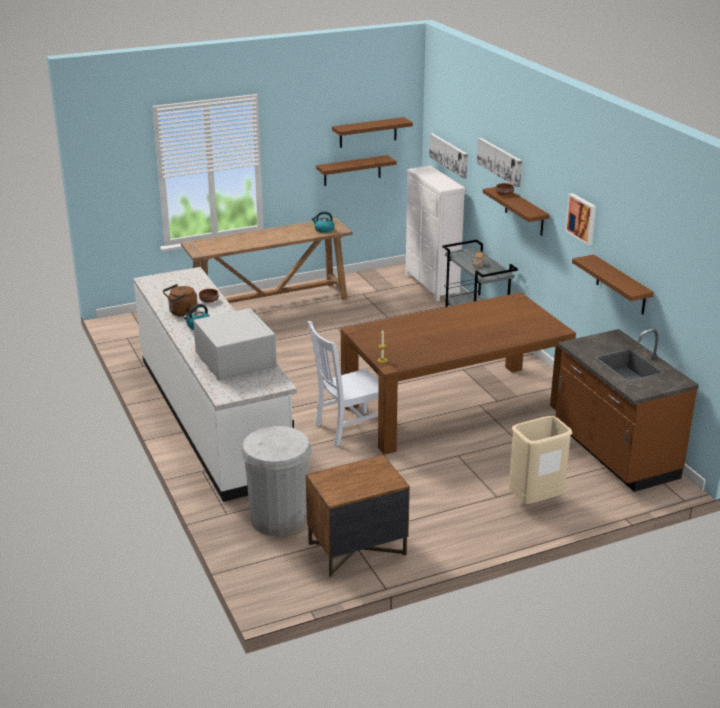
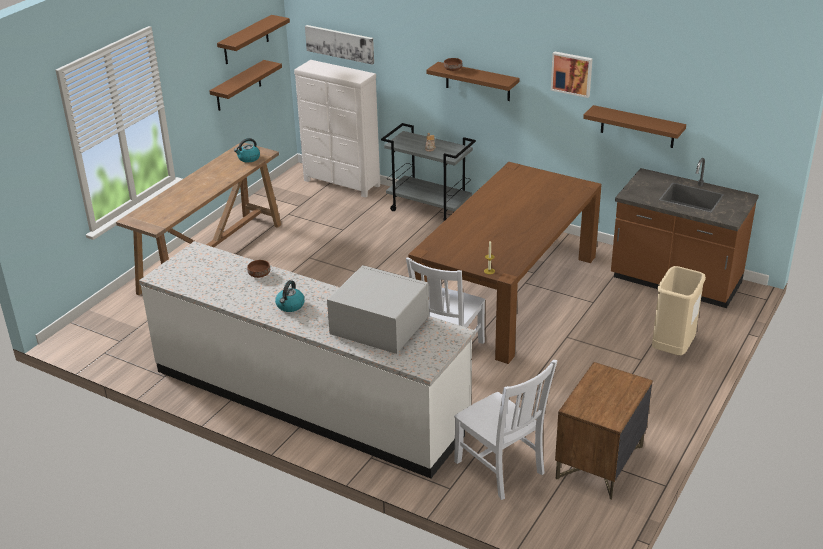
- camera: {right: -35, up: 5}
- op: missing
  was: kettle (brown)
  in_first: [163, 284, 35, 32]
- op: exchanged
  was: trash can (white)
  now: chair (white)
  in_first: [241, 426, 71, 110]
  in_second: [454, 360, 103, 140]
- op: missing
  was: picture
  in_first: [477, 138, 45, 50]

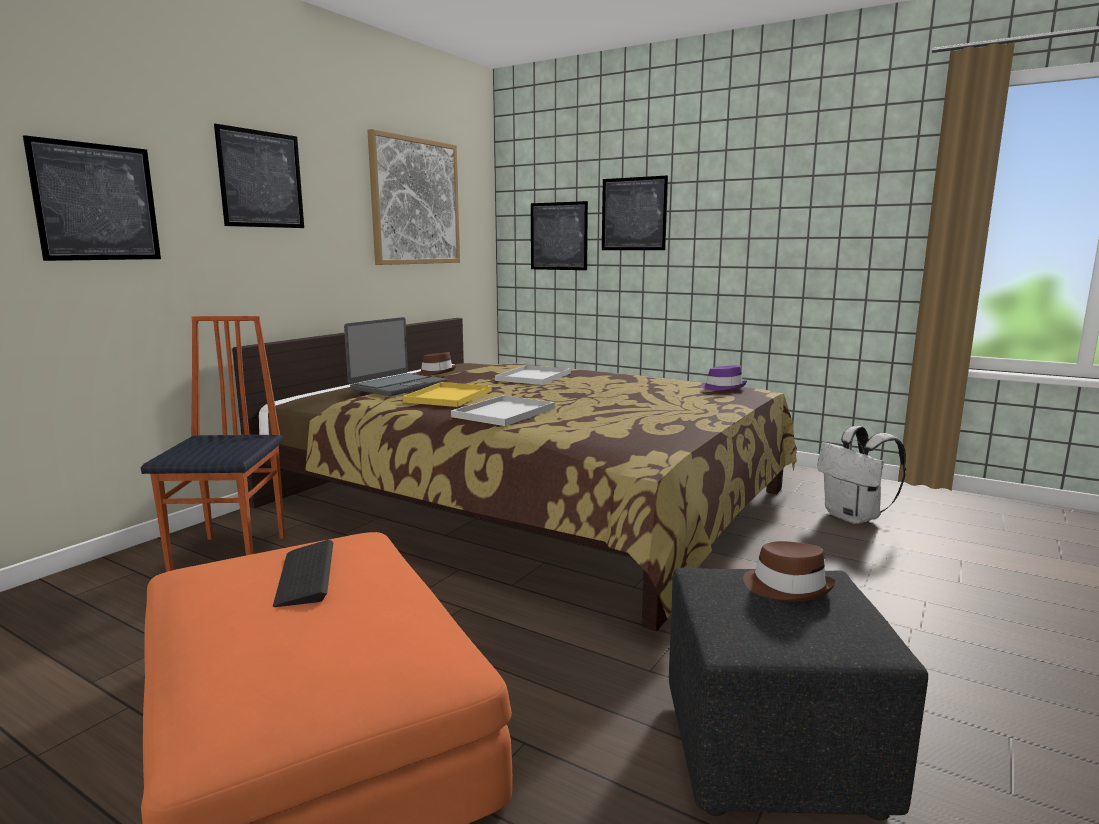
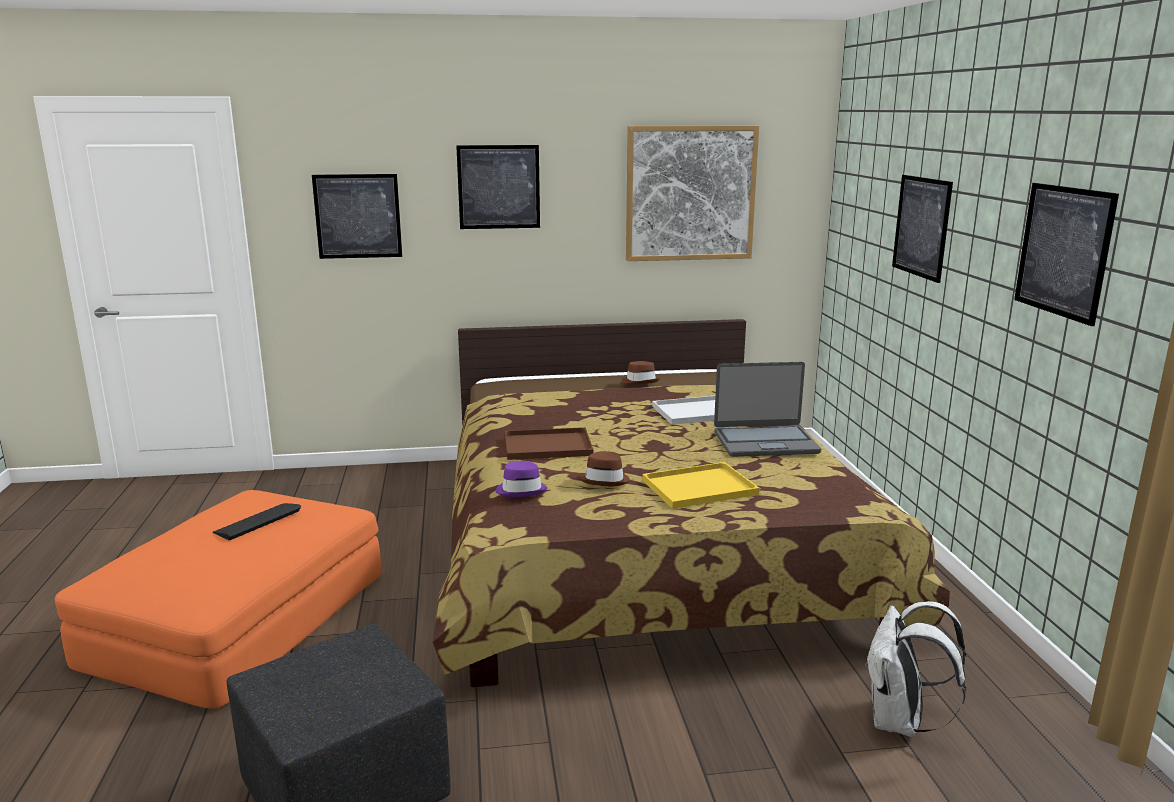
- camera: {right: 50, up: 5}
- op: missing
  was: chair
  in_first: [141, 316, 144, 256]
- op: relocated
  was: laptop
  in_first: [344, 317, 104, 79]
  in_second: [714, 362, 107, 95]
- op: relocated
  was: tray (yellow)
  in_first: [402, 382, 90, 25]
  in_second: [642, 462, 118, 47]
- op: colour
  was: tray (white)
  now: tray (brown)
  in_first: [451, 395, 104, 31]
  in_second: [505, 427, 89, 33]
- op: relocated
  was: picture
  in_first: [531, 201, 57, 69]
  in_second: [1014, 183, 105, 143]
- op: relocated
  was: hat (purple)
  in_first: [700, 365, 47, 26]
  in_second: [495, 461, 53, 36]
- op: relocated
  was: hat (brown)
  in_first: [743, 541, 92, 61]
  in_second: [579, 451, 51, 35]

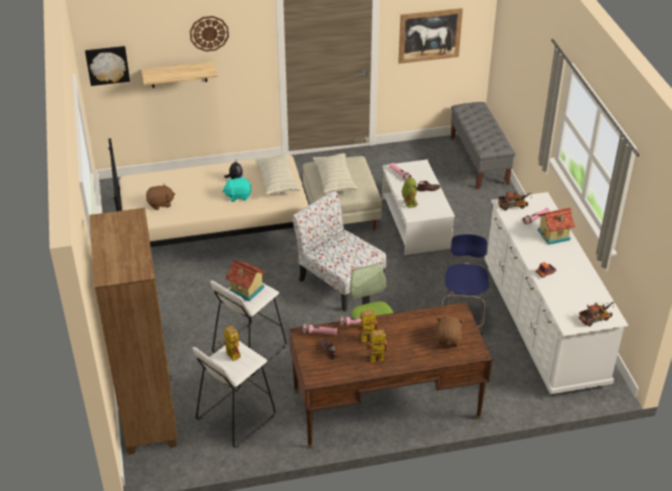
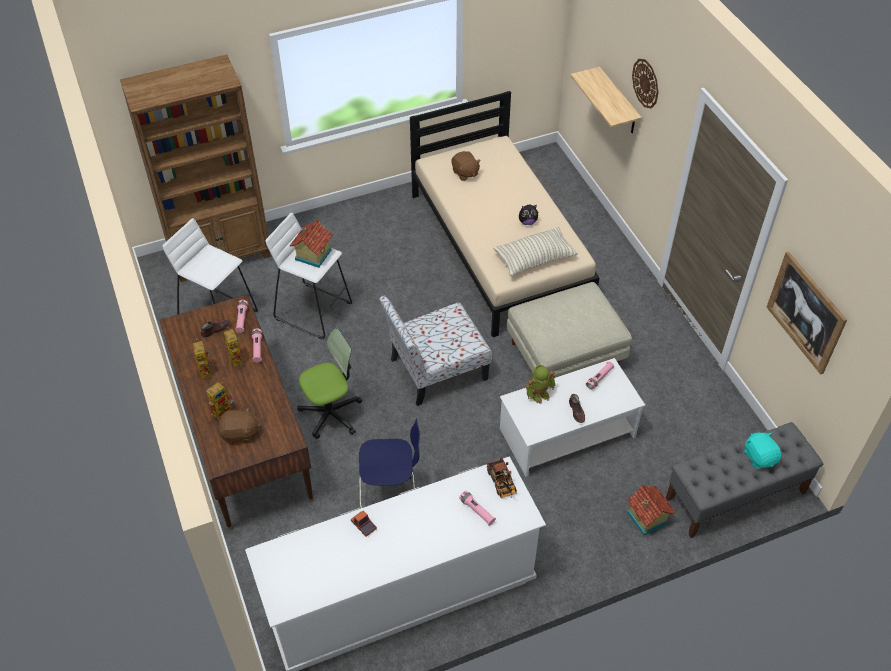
- camera: {right: 80, up: 10}
- op: missing
  was: picture
  in_first: [85, 46, 45, 40]
- op: relocated
  was: toy robot
  in_first: [218, 324, 23, 37]
  in_second: [207, 382, 27, 38]
- op: relocated
  was: plush toy (turquoise)
  in_first: [223, 177, 29, 25]
  in_second: [744, 432, 37, 37]
- op: spun
  was: chair
  in_first: [292, 190, 95, 121]
  in_second: [379, 296, 113, 110]
  clockwise: -150
- op: missing
  was: pillow
  in_first: [313, 153, 45, 40]
- op: relocated
  was: toy house
  in_first: [538, 207, 37, 38]
  in_second: [627, 484, 49, 51]
- op: missing
  was: toy truck
  in_first: [579, 302, 35, 25]

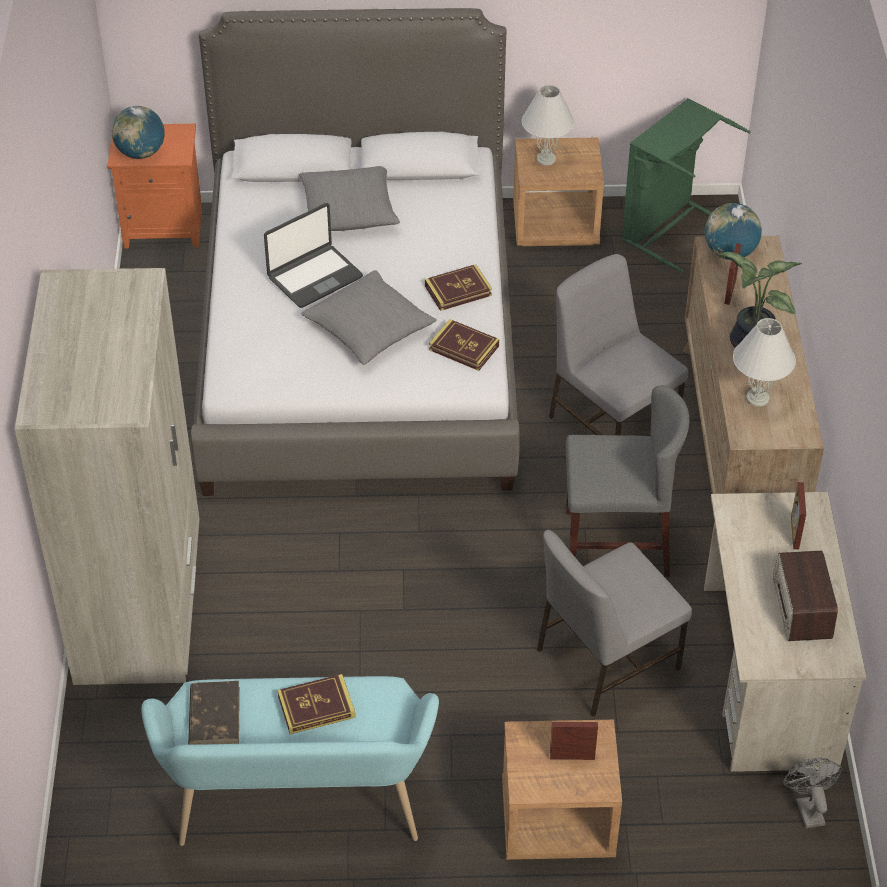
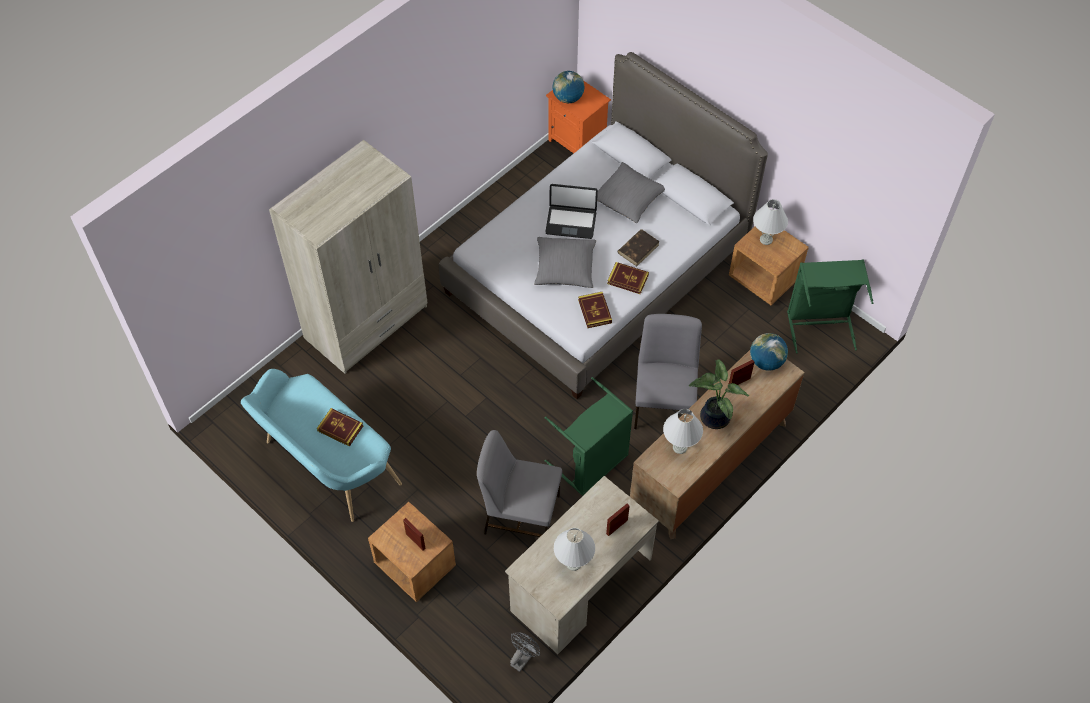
- camera: {right: 45, up: 10}
- op: relocated
  was: book (brown)
  in_first: [188, 681, 52, 64]
  in_second: [617, 229, 43, 37]
- op: exchanged
  was: chair (grey)
  now: laundry basket (green)
  in_first: [566, 385, 123, 192]
  in_second: [545, 377, 88, 119]
- op: exchanged
  was: radio
  now: table lamp (white)
  in_first: [773, 551, 65, 90]
  in_second: [554, 528, 41, 43]

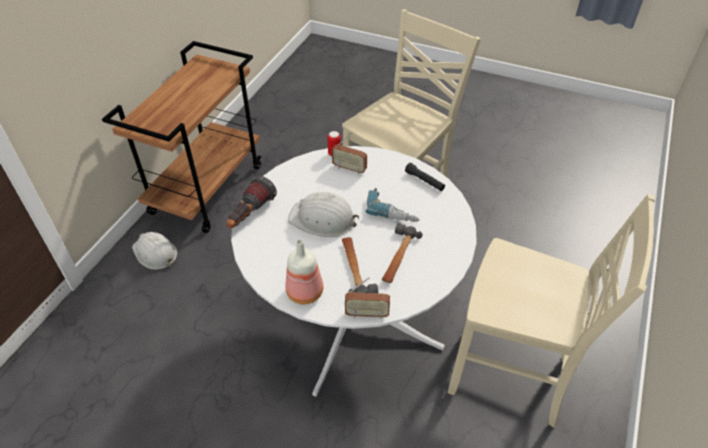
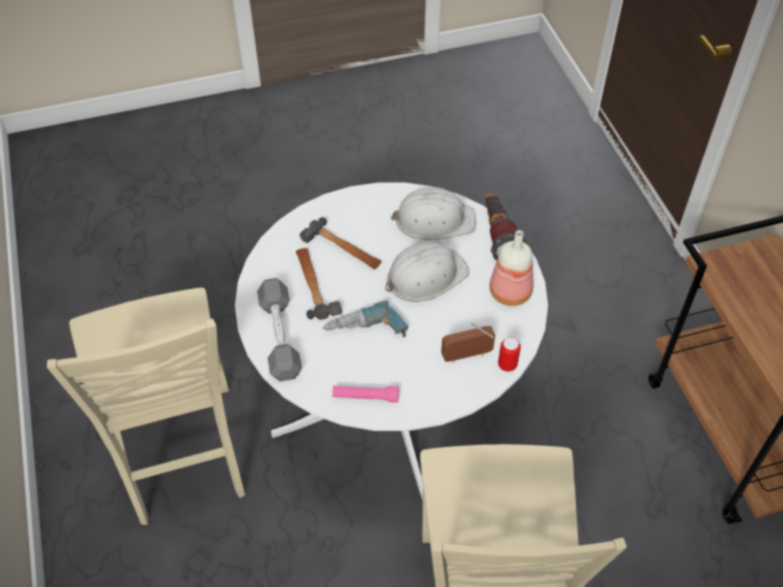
- camera: {right: 140, up: 5}
- op: relocated
  was: hard hat (white)
  in_first: [132, 232, 45, 38]
  in_second: [391, 187, 85, 53]
- op: relocated
  was: bottle
  in_first: [285, 239, 38, 65]
  in_second: [489, 230, 45, 76]
- op: missing
  was: radio
  in_first: [345, 277, 45, 42]
- op: colour
  was: flashlight (black)
  now: flashlight (pink)
  in_first: [405, 163, 40, 28]
  in_second: [332, 386, 67, 17]
- op: spun
  was: chair (beige)
  in_first: [448, 194, 207, 233]
  in_second: [47, 288, 198, 237]
  clockwise: -90
- op: appeared
  now: dumbbell (grey)
  in_second: [257, 278, 45, 103]

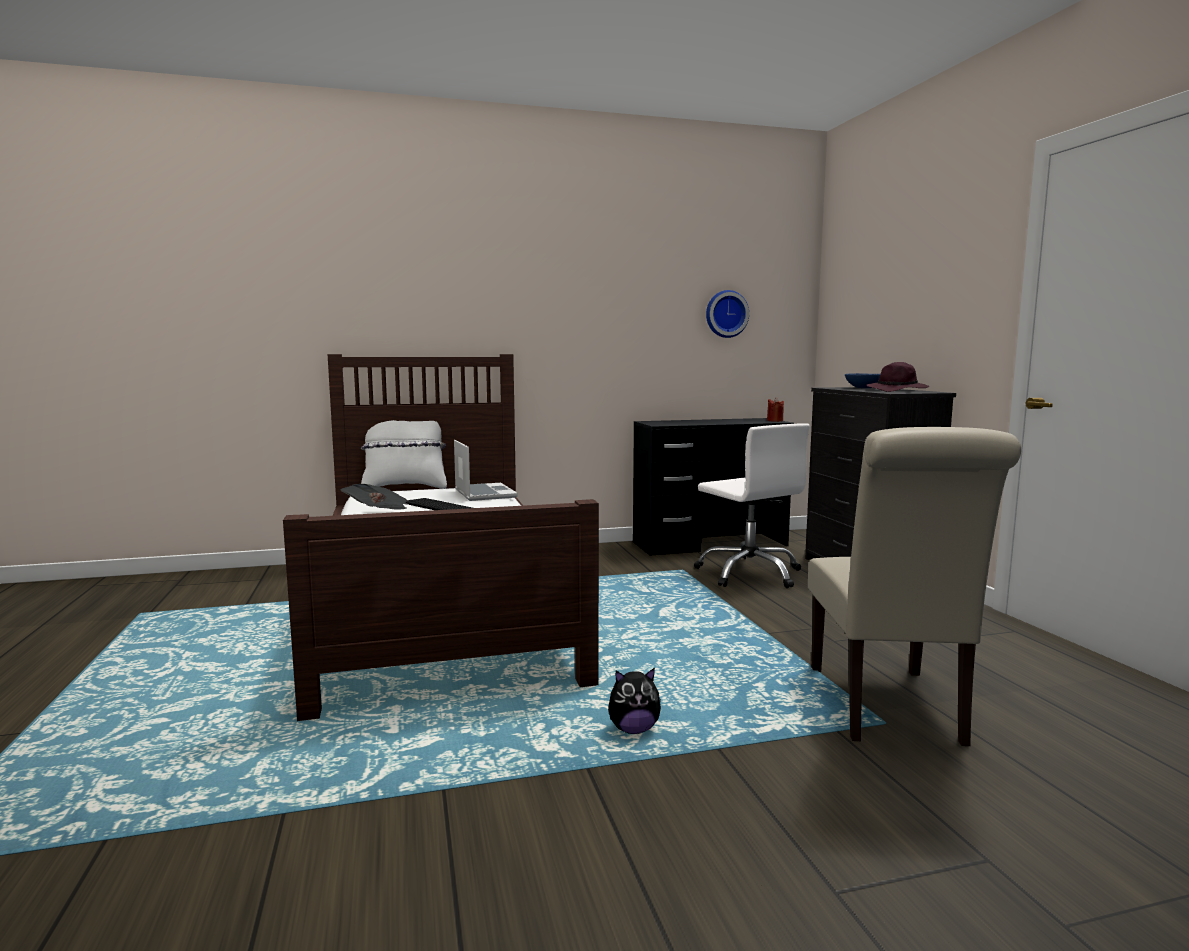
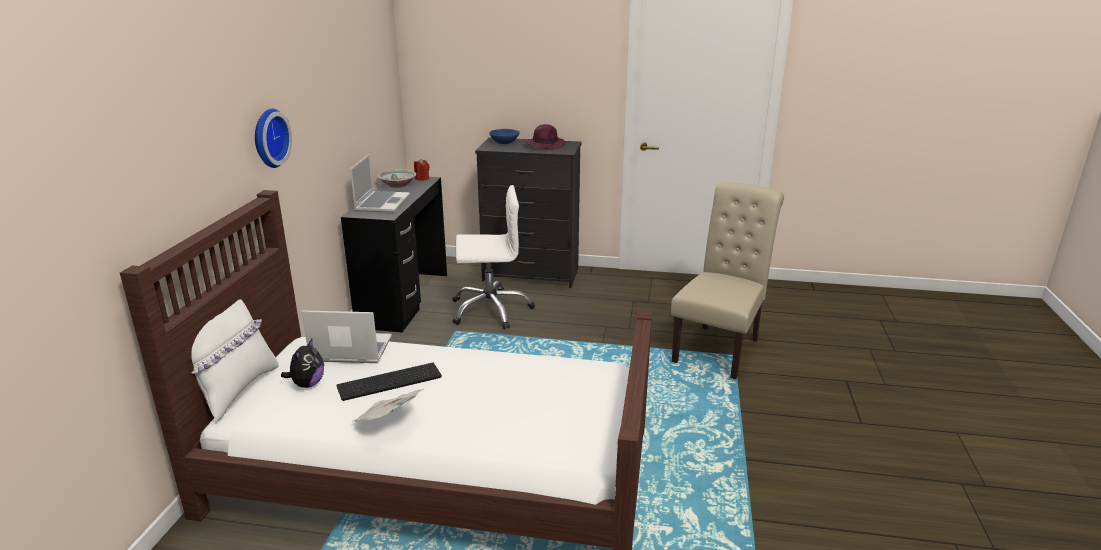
- camera: {right: -65, up: 15}
- op: relocated
  was: plush toy
  in_first: [608, 668, 53, 66]
  in_second: [281, 339, 43, 49]
- op: relocated
  was: wall clock
  in_first: [706, 290, 43, 48]
  in_second: [255, 109, 37, 59]
- op: spun
  was: chair (beige)
  in_first: [808, 427, 213, 319]
  in_second: [671, 182, 113, 198]
  clockwise: -90
- op: appeared
  now: laptop
  in_second: [350, 154, 60, 59]
- op: appeared
  now: bowl
  in_second: [378, 169, 38, 19]

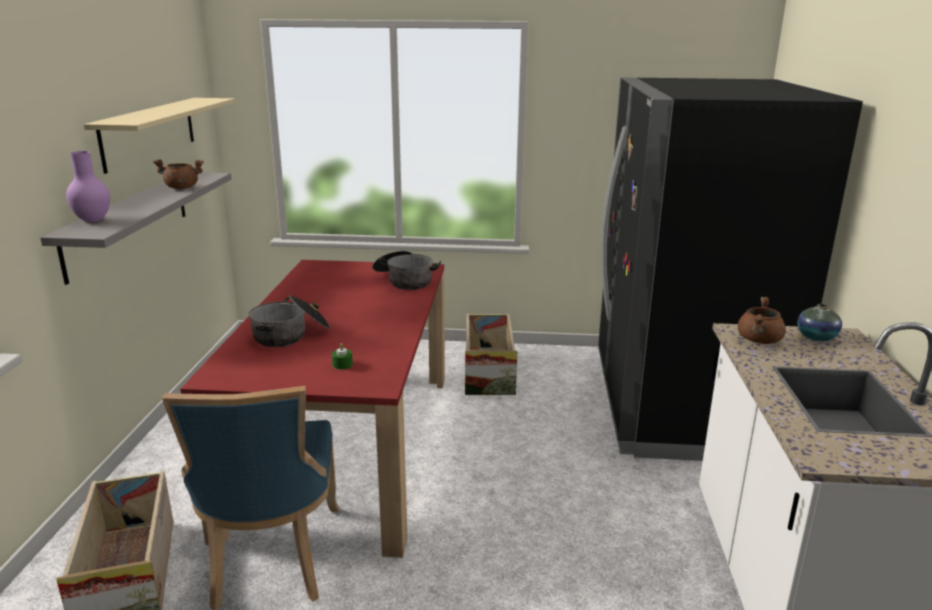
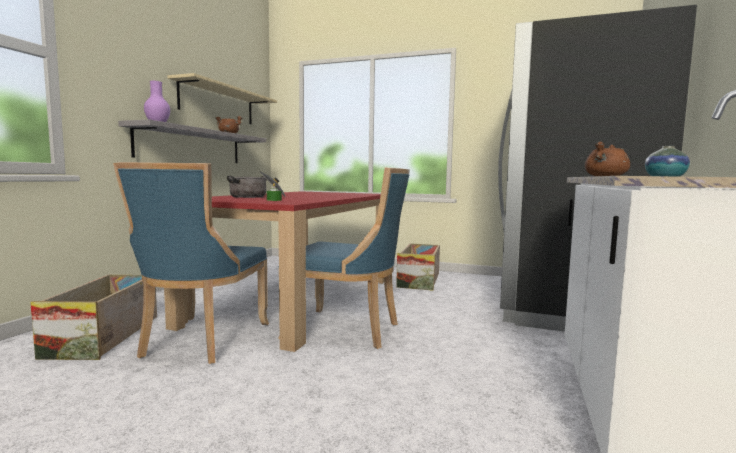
- camera: {right: 15, up: -15}
- op: missing
  was: cooking pot
  in_first: [372, 251, 69, 39]
- op: appeared
  now: chair (blue)
  in_second: [278, 167, 132, 182]

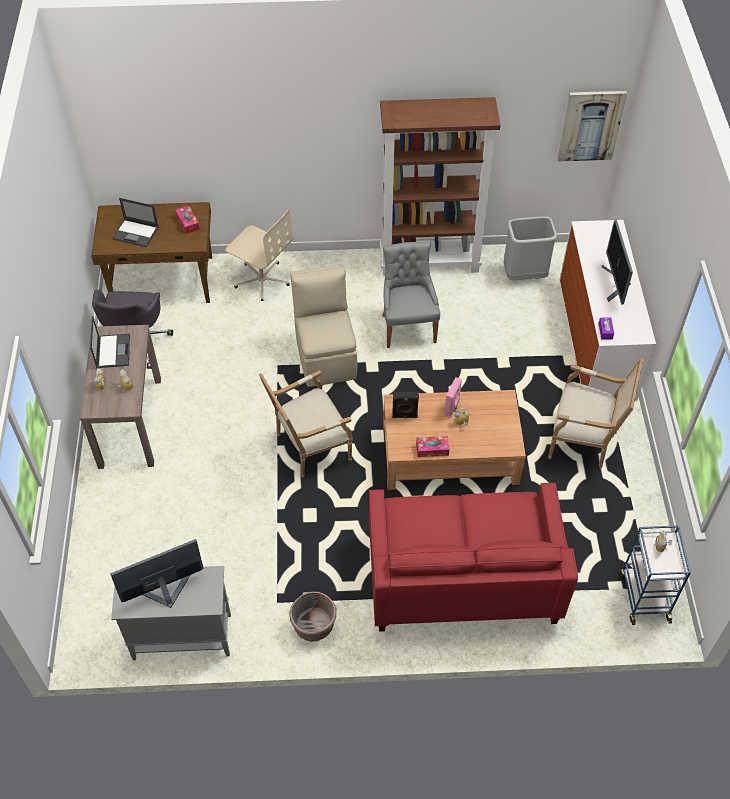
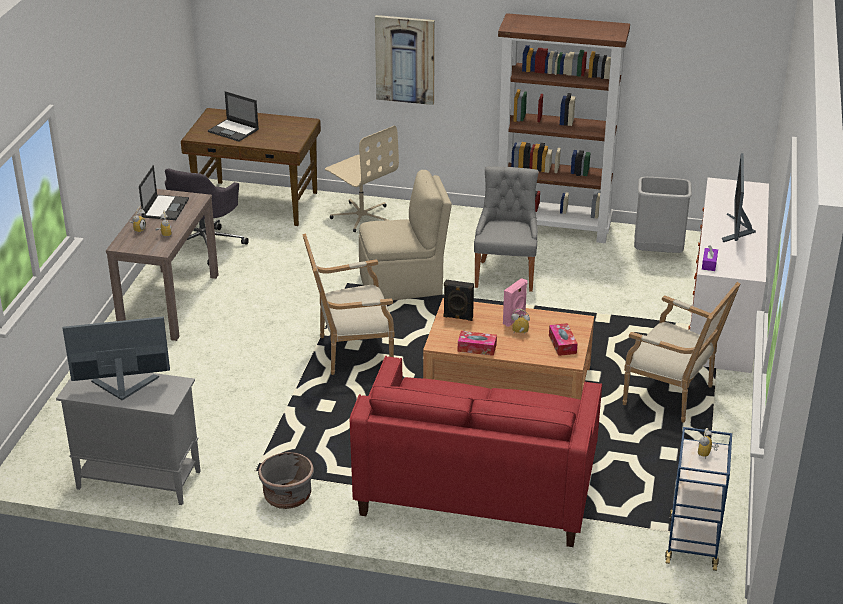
- camera: {right: 15, up: -20}
- op: relocated
  was: tissue box
  in_first: [175, 205, 25, 29]
  in_second: [549, 323, 29, 33]
- op: spun
  was: chair (beige)
  in_first: [290, 264, 67, 123]
  in_second: [359, 170, 93, 130]
  clockwise: 75
- op: relocated
  was: picture
  in_first: [558, 91, 69, 71]
  in_second: [375, 15, 60, 90]

